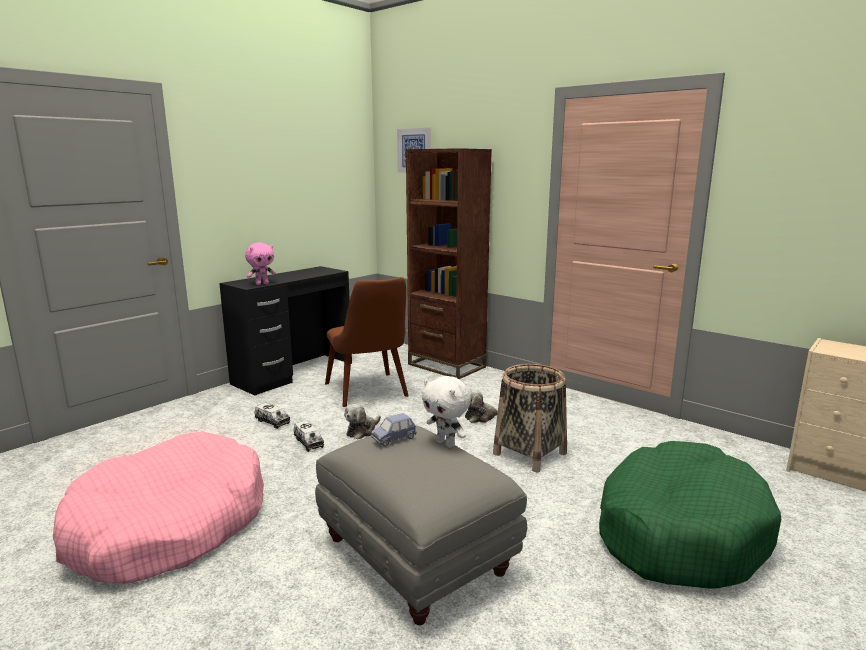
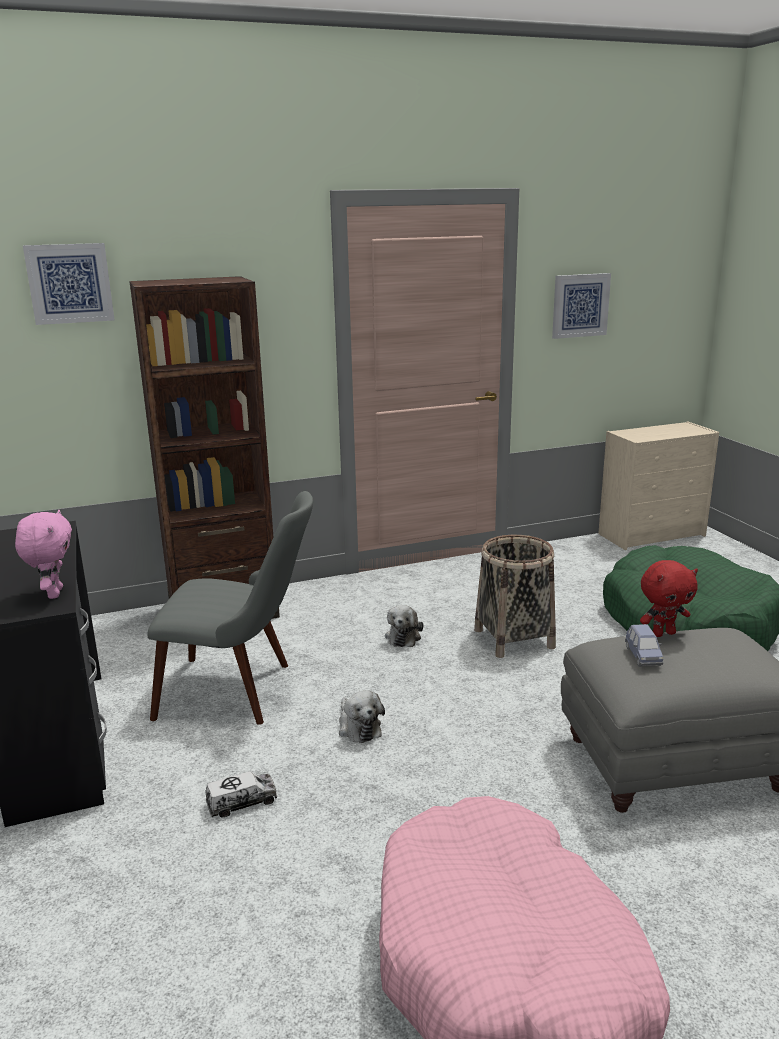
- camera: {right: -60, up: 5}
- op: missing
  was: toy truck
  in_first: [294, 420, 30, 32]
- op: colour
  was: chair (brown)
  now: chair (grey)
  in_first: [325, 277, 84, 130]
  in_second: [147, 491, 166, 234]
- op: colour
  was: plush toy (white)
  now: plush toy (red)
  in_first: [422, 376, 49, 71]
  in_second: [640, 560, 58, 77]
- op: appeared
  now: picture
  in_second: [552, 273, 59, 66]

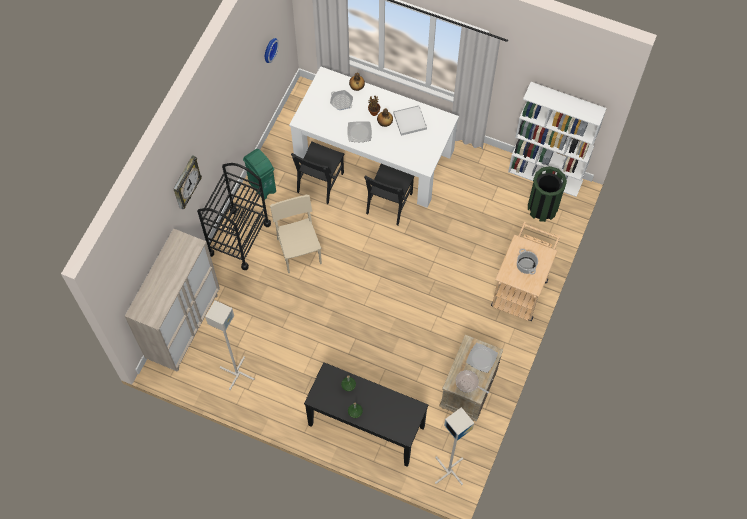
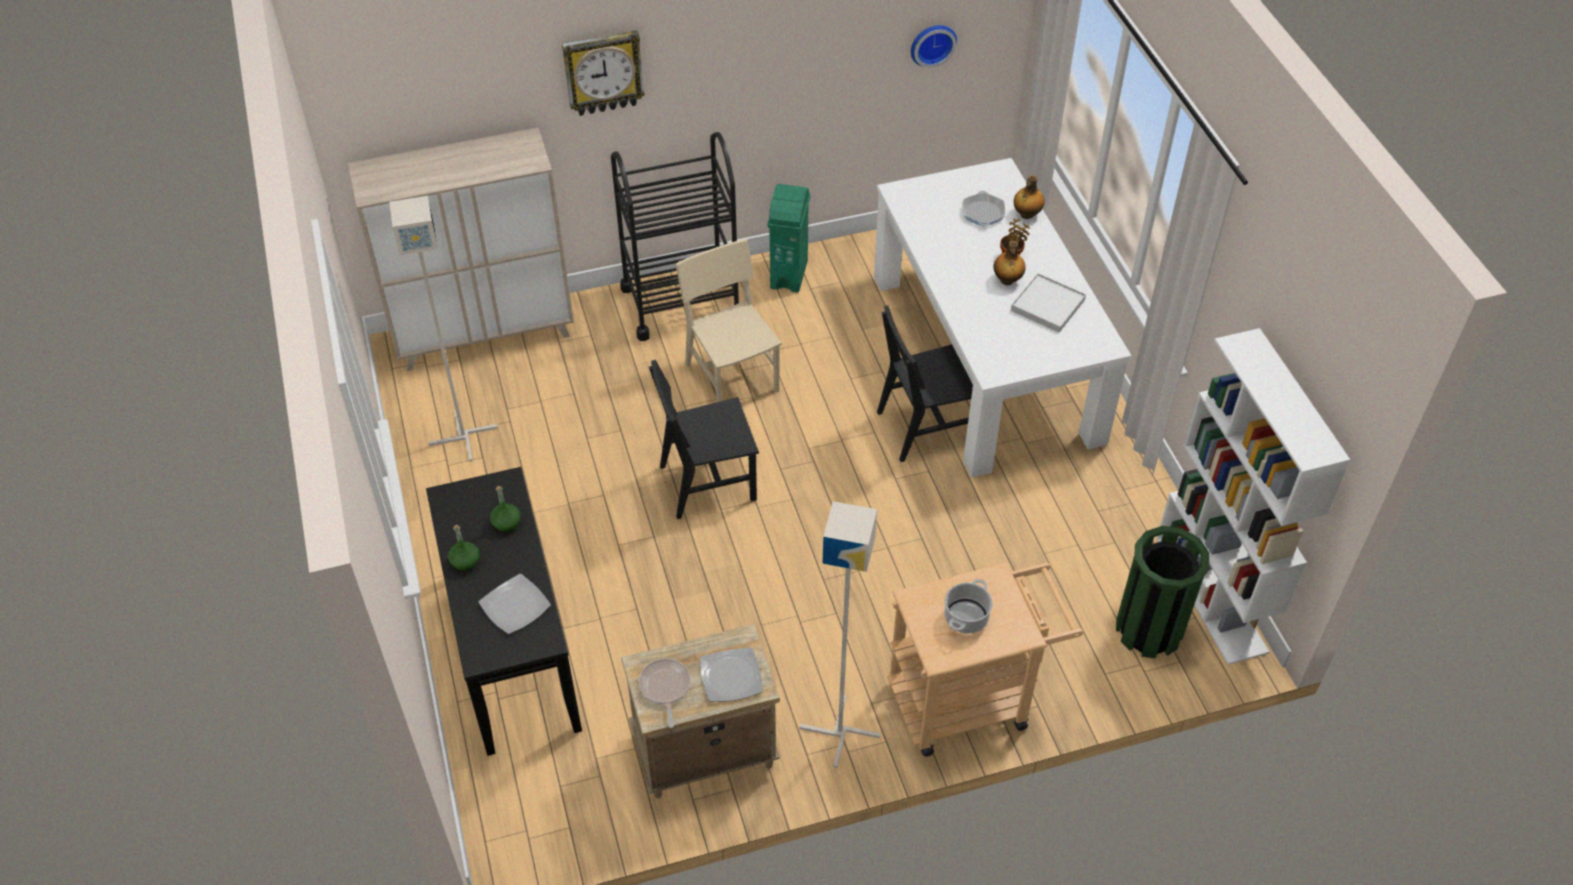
- camera: {right: 50, up: -15}
- op: spun
  was: chair (beige)
  in_first: [270, 194, 52, 79]
  in_second: [676, 239, 106, 163]
  clockwise: -60
- op: relocated
  was: chair (black)
  in_first: [291, 141, 53, 63]
  in_second: [649, 360, 110, 159]
- op: relocated
  was: plate
  in_first: [347, 121, 25, 21]
  in_second: [479, 574, 72, 60]
- op: relocated
  was: floor lamp (grey)
  in_first: [435, 407, 39, 78]
  in_second: [800, 501, 81, 267]

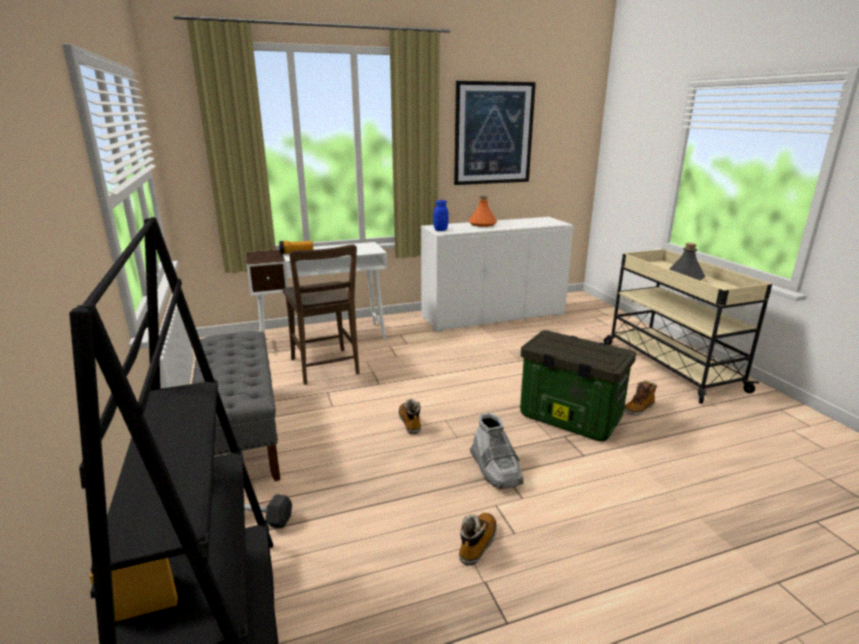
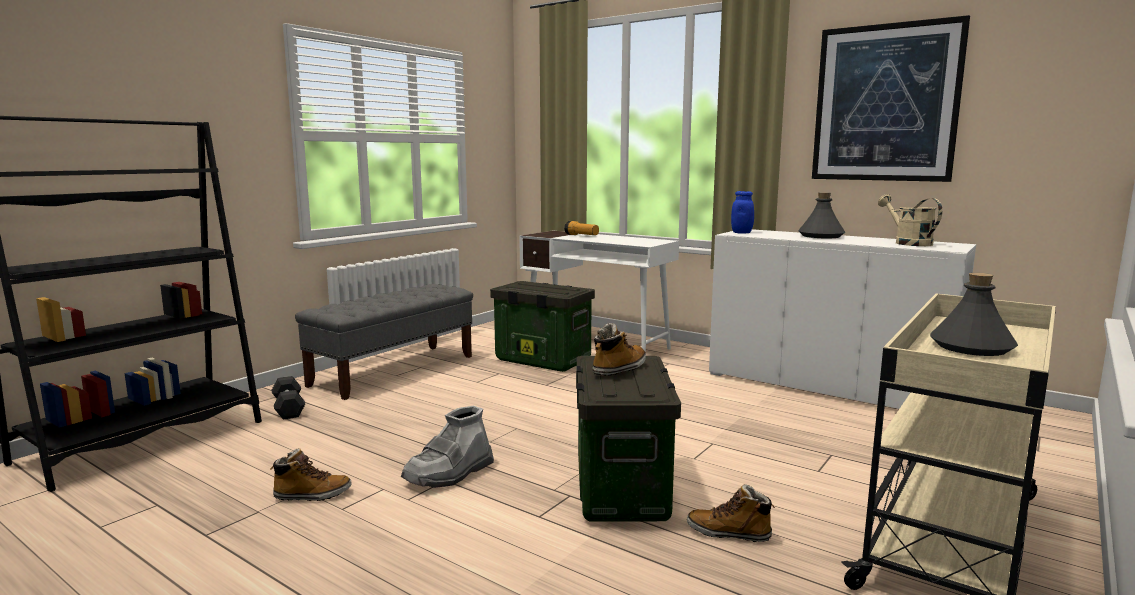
- camera: {right: 55, up: -10}
- op: exchanged
  was: chair (brown)
  now: storage box
  in_first: [282, 244, 77, 141]
  in_second: [490, 281, 105, 91]
- op: relocated
  was: boot
  in_first: [398, 399, 23, 35]
  in_second: [593, 323, 53, 53]
- op: colour
  was: bottle (orange)
  now: bottle (grey)
  in_first: [468, 195, 29, 32]
  in_second: [798, 192, 47, 46]
- op: appeared
  now: watering can (beige)
  in_second: [878, 194, 64, 52]

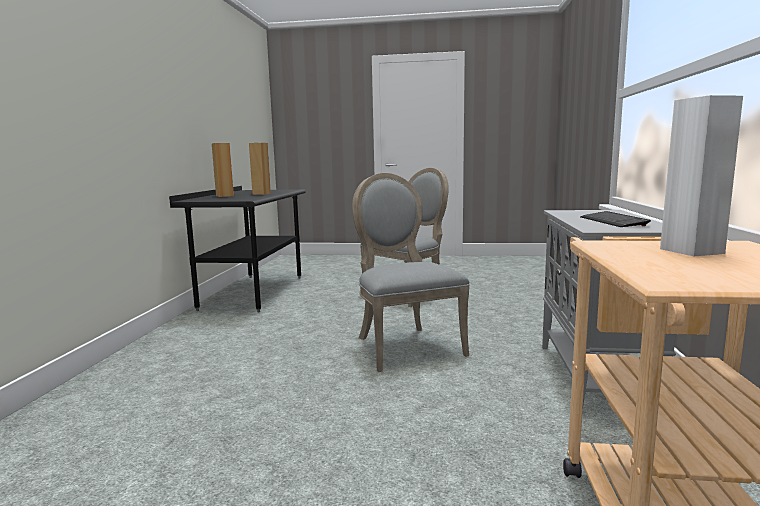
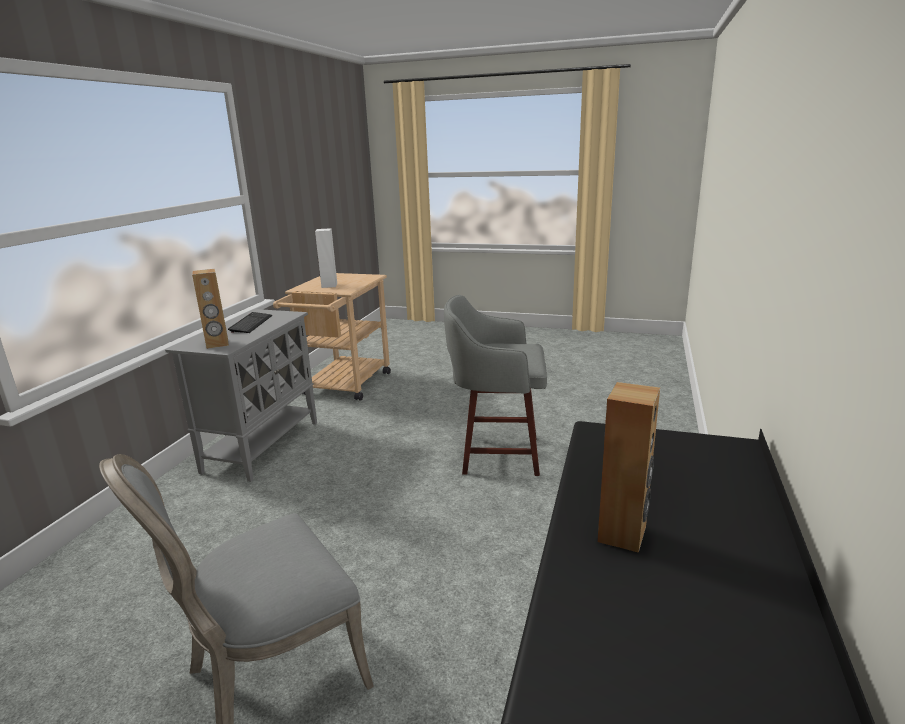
- camera: {right: -170, up: 10}
- op: relocated
  was: speaker (brown)
  in_first: [212, 143, 22, 54]
  in_second: [192, 269, 37, 80]
- op: missing
  was: chair (grey)
  in_first: [352, 173, 118, 199]
- op: appeared
  now: stool (grey)
  in_second: [444, 295, 103, 181]

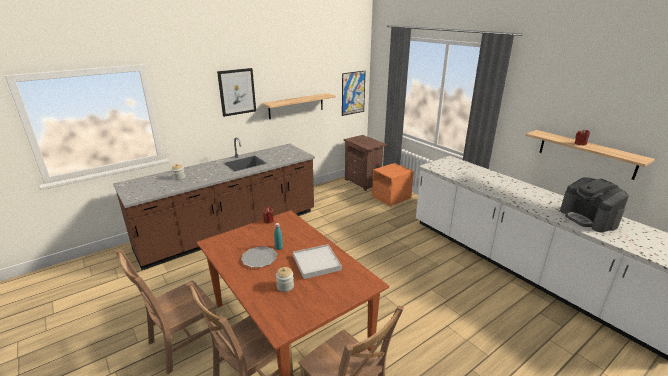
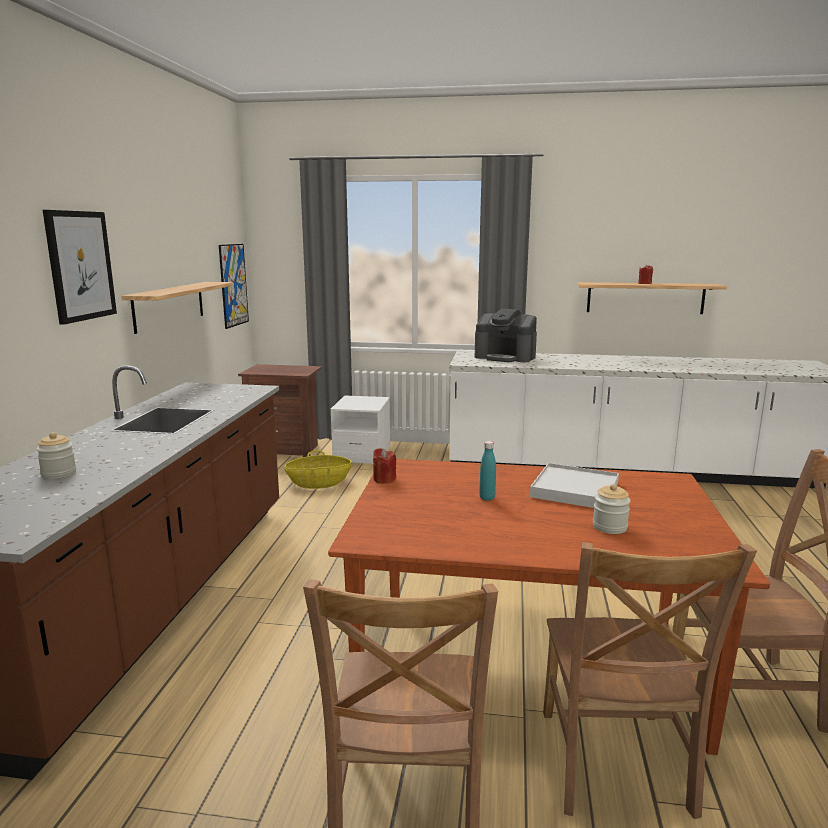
- camera: {right: -45, up: -10}
- op: missing
  was: plate
  in_first: [241, 247, 36, 21]
- op: colour
  was: nightstand (orange)
  now: nightstand (white)
  in_first: [372, 163, 42, 43]
  in_second: [331, 395, 59, 69]
- op: relocated
  was: coffee machine
  in_first: [560, 177, 69, 56]
  in_second: [475, 309, 62, 53]
- op: appeared
  now: basket
  in_second: [284, 450, 68, 39]

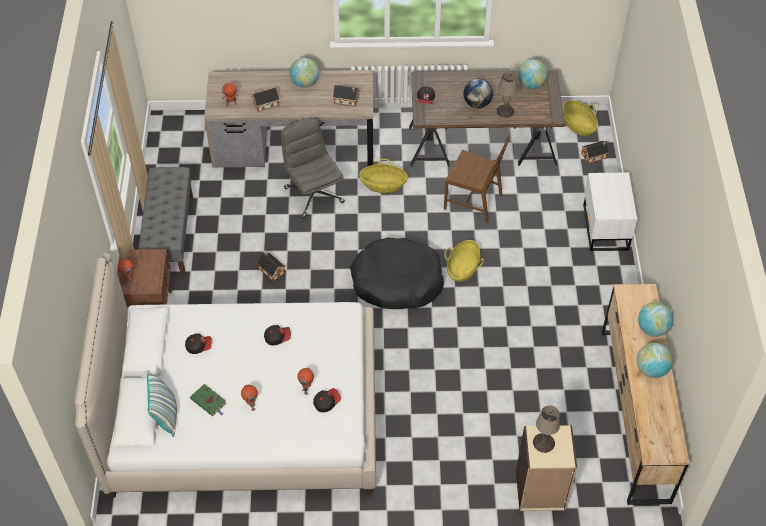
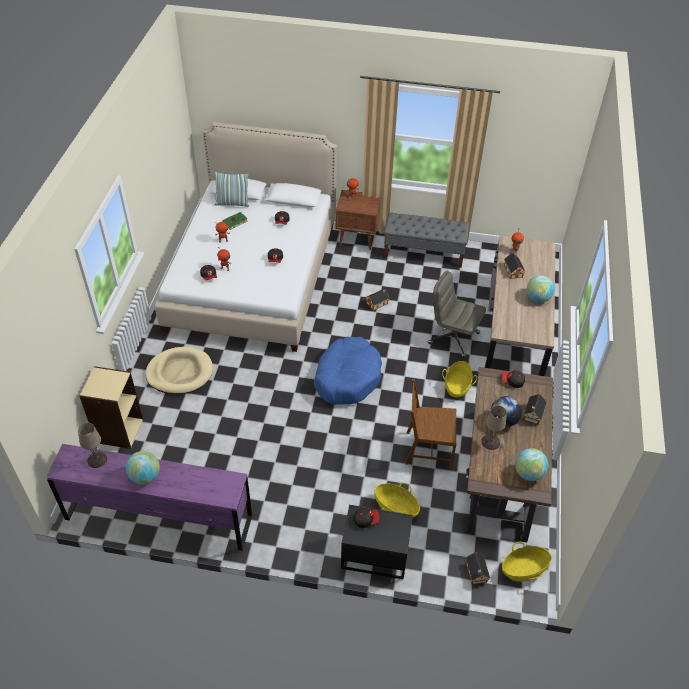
- camera: {right: 100, up: -5}
- op: spun
  was: office chair (grey)
  in_first: [281, 117, 64, 101]
  in_second: [428, 271, 58, 87]
  clockwise: -135
- op: relocated
  was: toy house
  in_first: [333, 85, 27, 22]
  in_second: [524, 394, 23, 31]
- op: colour
  was: dog bed (black)
  now: dog bed (blue)
  in_first: [350, 238, 94, 71]
  in_second: [314, 337, 68, 68]
- op: spun
  was: chair (brown)
  in_first: [444, 135, 66, 88]
  in_second: [405, 379, 52, 90]
  clockwise: 60
- op: relocated
  was: basket
  in_first: [445, 240, 39, 42]
  in_second: [374, 482, 46, 35]
- op: relocated
  was: table lamp (beige)
  in_first: [533, 405, 27, 48]
  in_second: [78, 423, 29, 45]
- op: colour
  was: nightstand (white)
  now: nightstand (black)
  in_first: [583, 172, 54, 79]
  in_second: [341, 505, 72, 74]
- op: colour
  was: dresser (brown)
  now: dresser (purple)
  in_first: [602, 284, 87, 221]
  in_second: [46, 444, 206, 107]
- op: missing
  was: globe
  in_first: [638, 302, 35, 35]
- op: appeared
  now: dog bed (beige)
  in_second: [146, 347, 67, 47]
- op: appeared
  now: cap
  in_second: [353, 508, 26, 20]

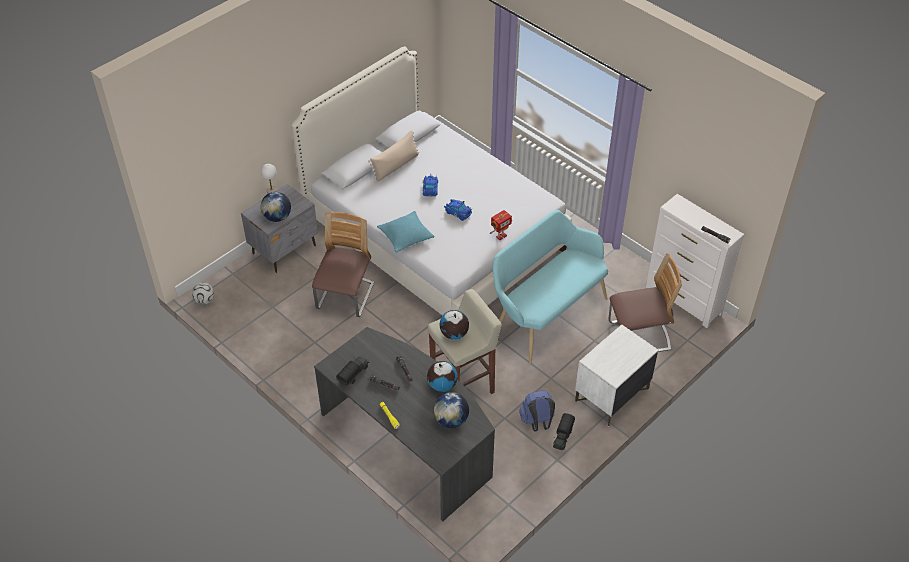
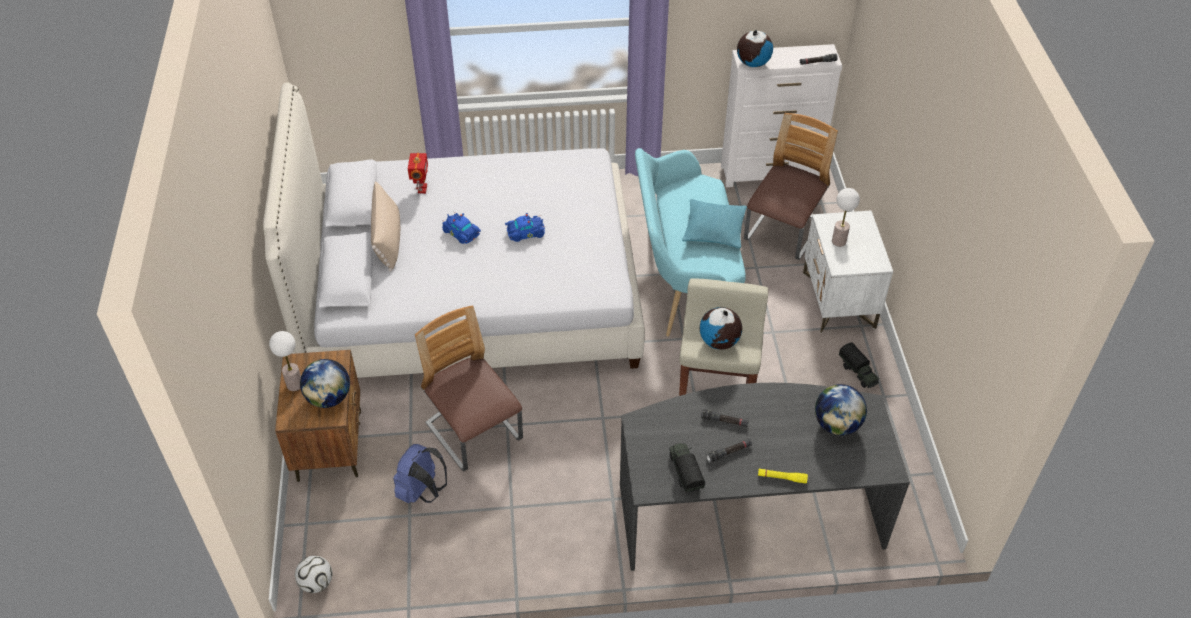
- camera: {right: -50, up: 0}
- op: colour
  was: nightstand (grey)
  now: nightstand (brown)
  in_first: [241, 184, 77, 89]
  in_second: [275, 350, 86, 132]
- op: relocated
  was: pillow (turquoise)
  in_first: [377, 211, 58, 41]
  in_second: [682, 199, 65, 49]
- op: relocated
  was: globe
  in_first: [427, 361, 31, 31]
  in_second: [737, 30, 36, 37]
- op: relocated
  was: toy robot
  in_first: [490, 210, 22, 30]
  in_second: [408, 153, 20, 40]
- op: relocated
  was: backpack (blue)
  in_first: [519, 391, 36, 41]
  in_second: [393, 444, 54, 59]
- op: appeared
  now: table lamp
  in_second: [832, 188, 28, 59]

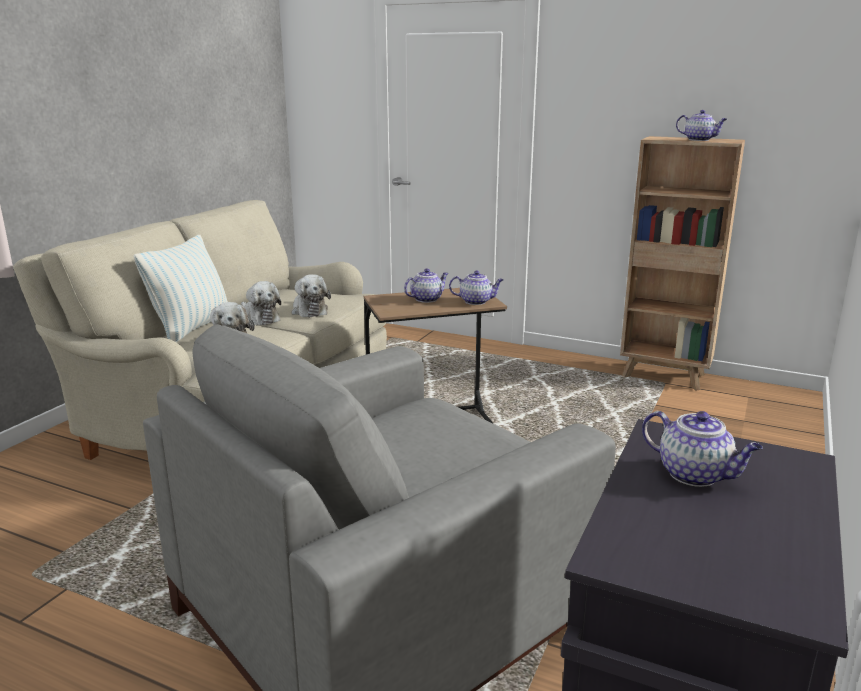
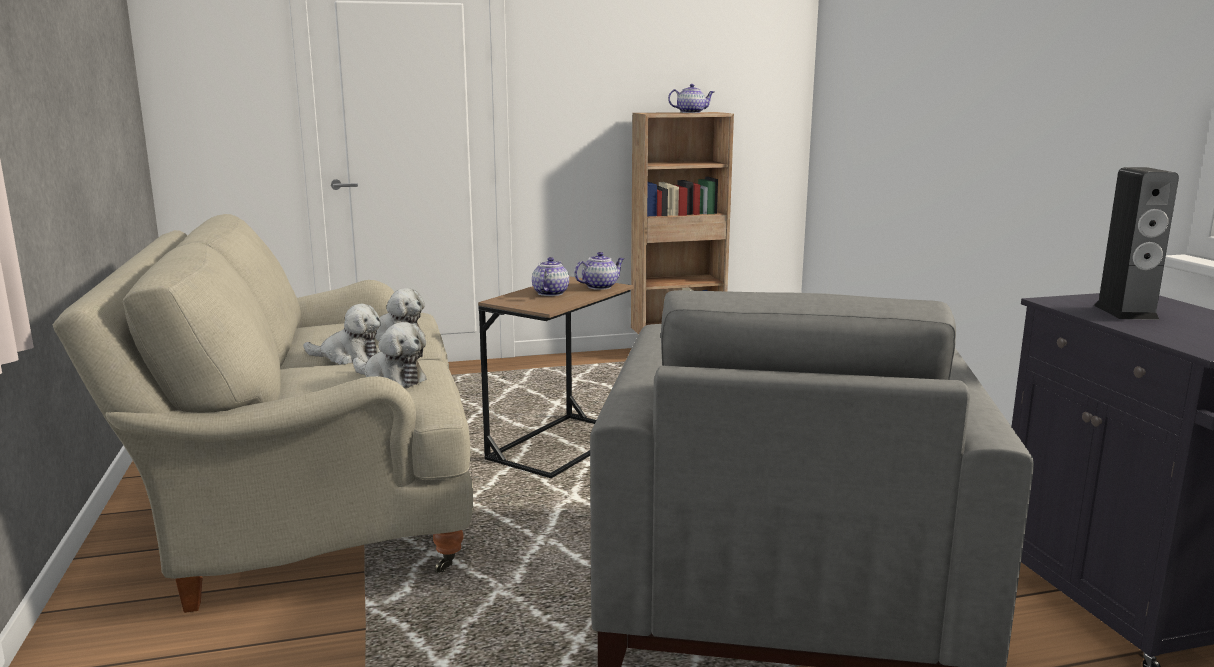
- camera: {right: -40, up: -5}
- op: missing
  was: pillow
  in_first: [133, 235, 95, 107]
- op: exchanged
  was: teapot
  now: speaker
  in_first: [642, 411, 121, 76]
  in_second: [1094, 167, 85, 153]

